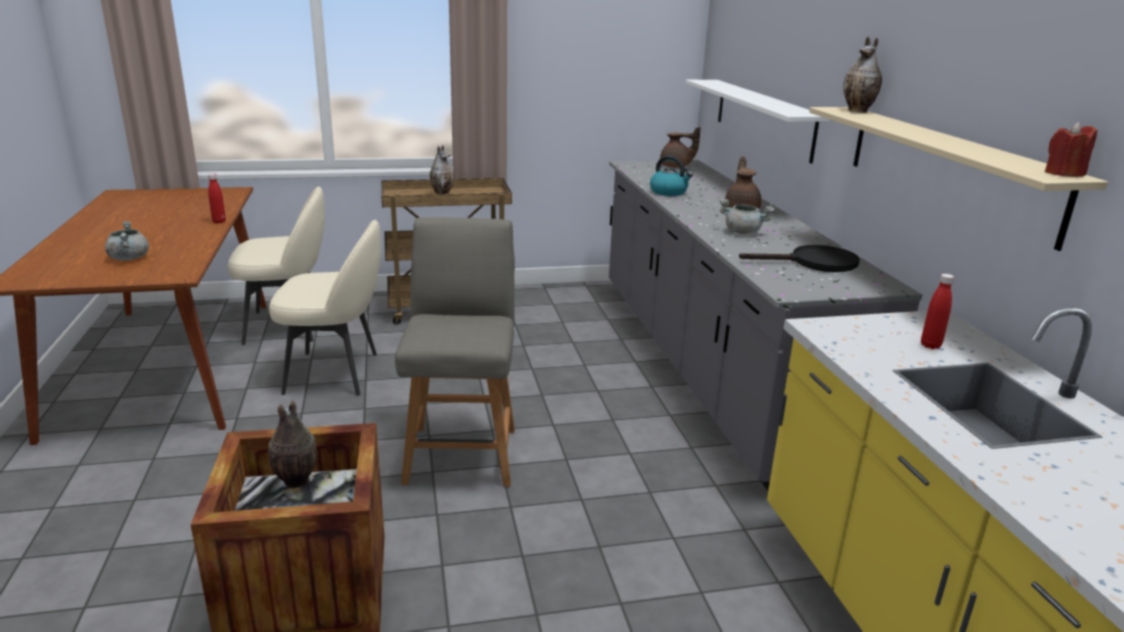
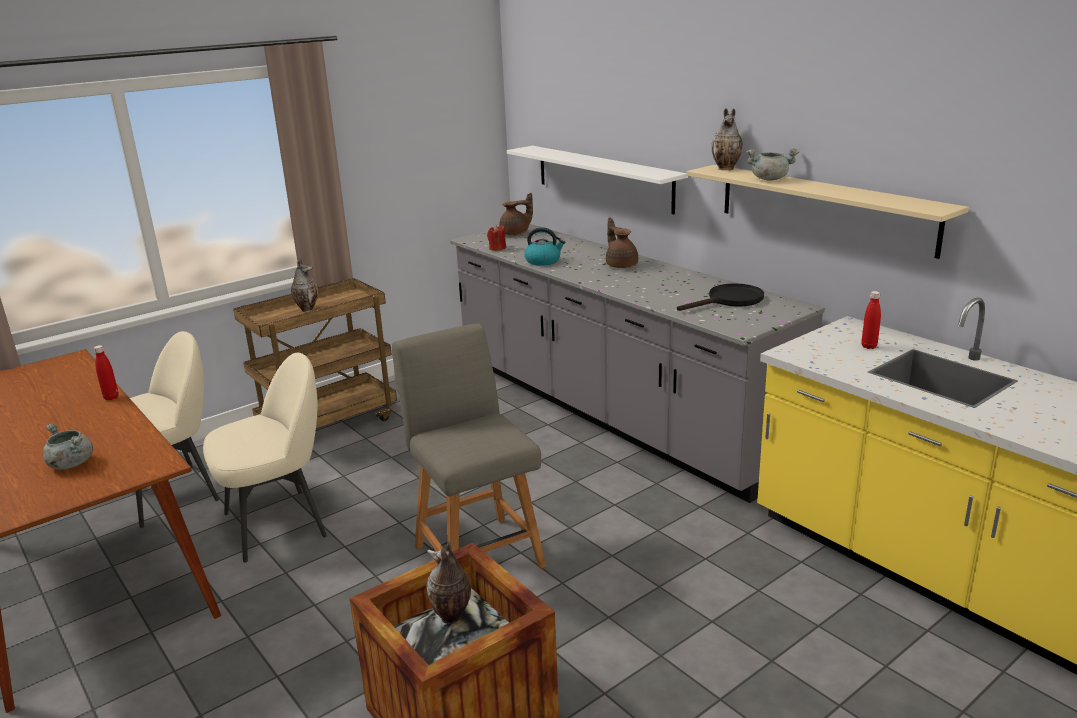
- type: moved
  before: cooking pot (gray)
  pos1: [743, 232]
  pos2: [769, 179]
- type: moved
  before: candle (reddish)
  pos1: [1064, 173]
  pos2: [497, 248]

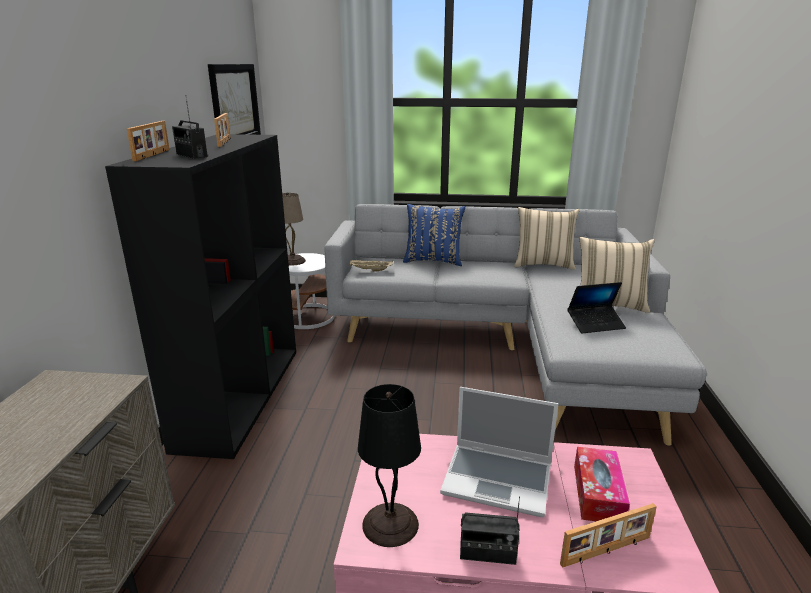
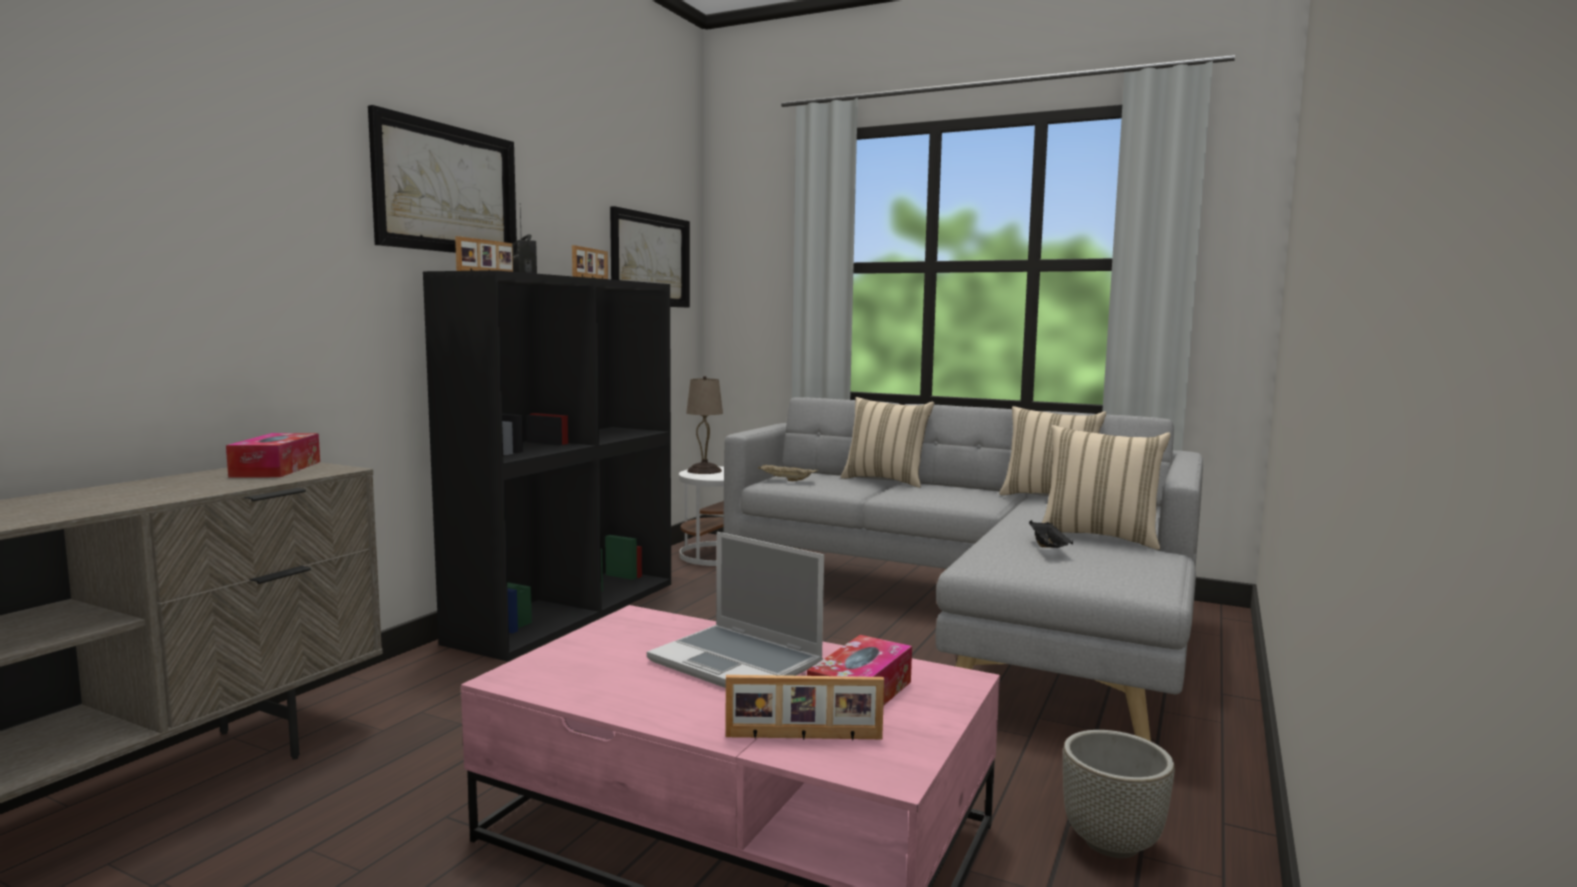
- type: removed
  before: lamp for a table (black-coloured)
  pos1: [391, 525]
- type: removed
  before: radio
  pos1: [487, 553]
- type: added
  after: box of tissues
  pos2: [276, 469]
- type: added
  after: wall picture
  pos2: [447, 189]
- type: added
  after: plant pot (gray)
  pos2: [1112, 843]
- type: replaced
  before: portable computer
  after: tray (black-coloured)
  pos1: [595, 324]
  pos2: [1049, 549]
- type: recoloured
  before: throw pillow (bluish)
  after: throw pillow (beige)
  pos1: [433, 260]
  pos2: [886, 480]

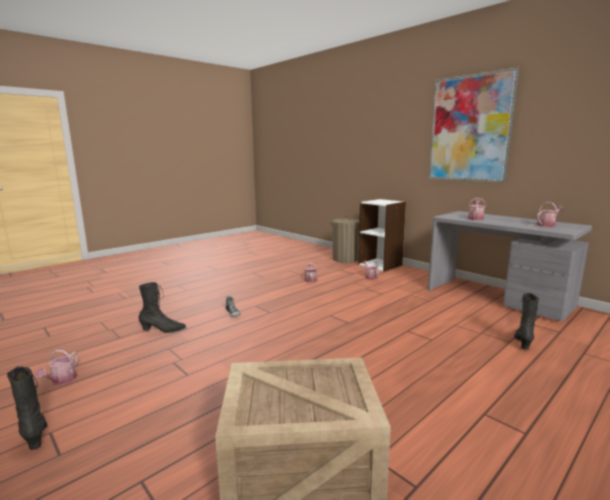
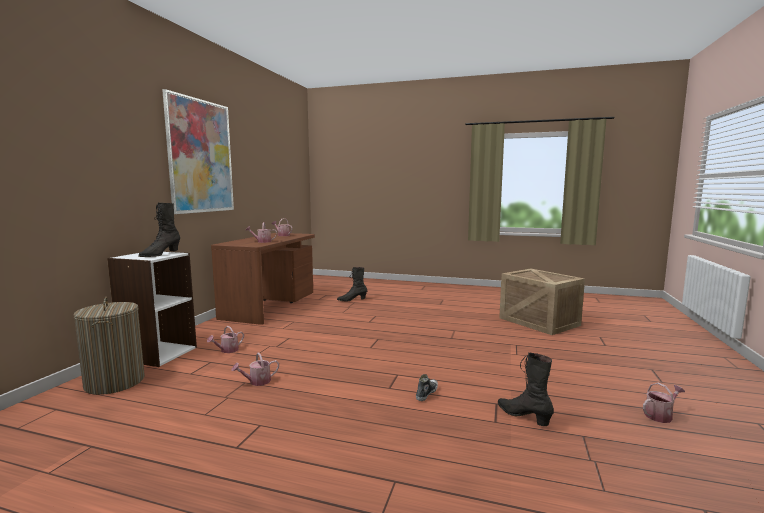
- type: moved
  before: tall boot (black-coloured)
  pos1: [35, 434]
  pos2: [160, 255]
- type: recoloured
  before: desk table (gray)
  after: desk table (brown-coloured)
  pos1: [497, 298]
  pos2: [270, 305]

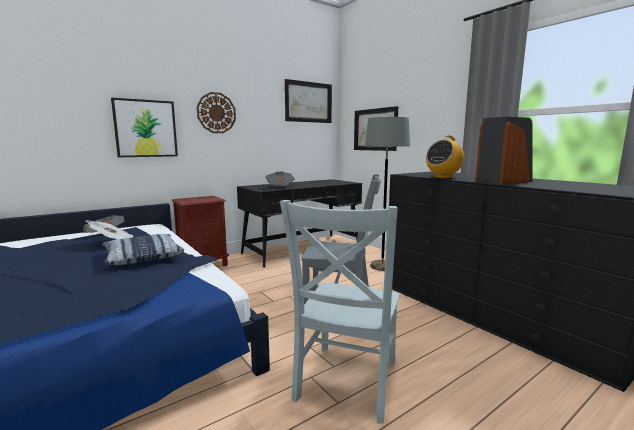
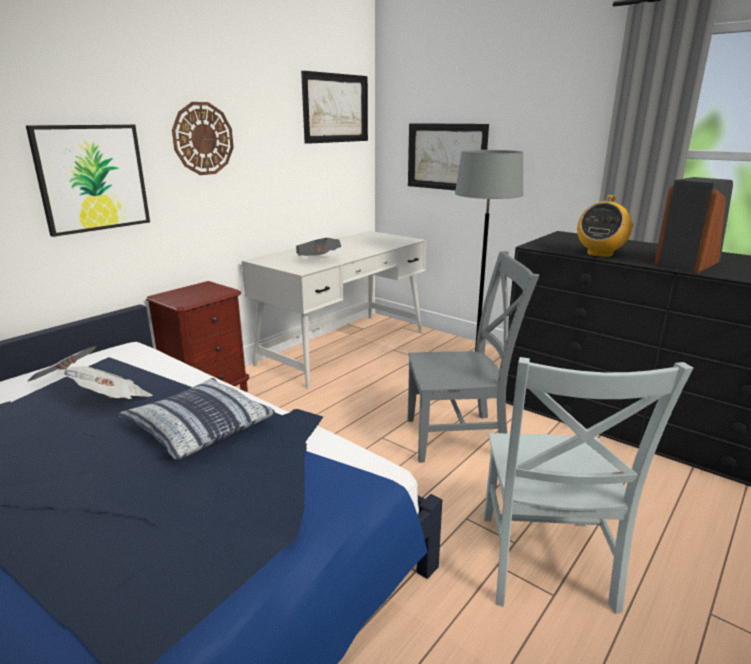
- type: recoloured
  before: desk table (black-coloured)
  after: desk table (white)
  pos1: [302, 249]
  pos2: [344, 347]

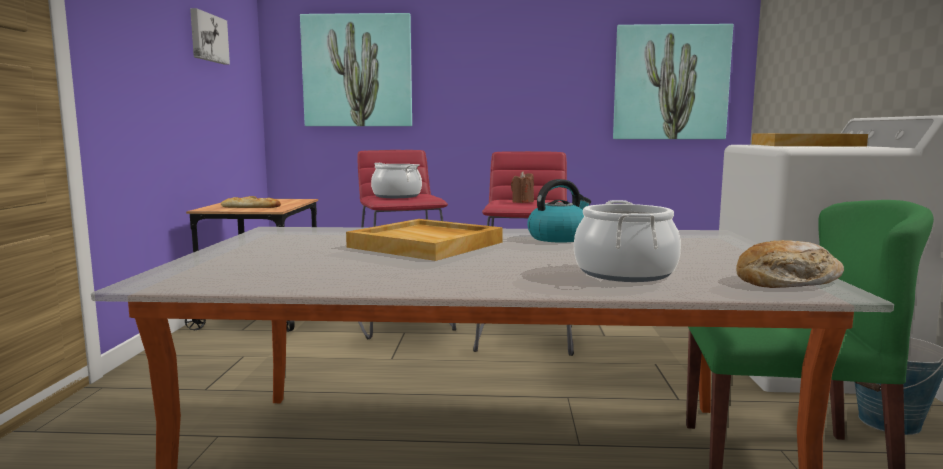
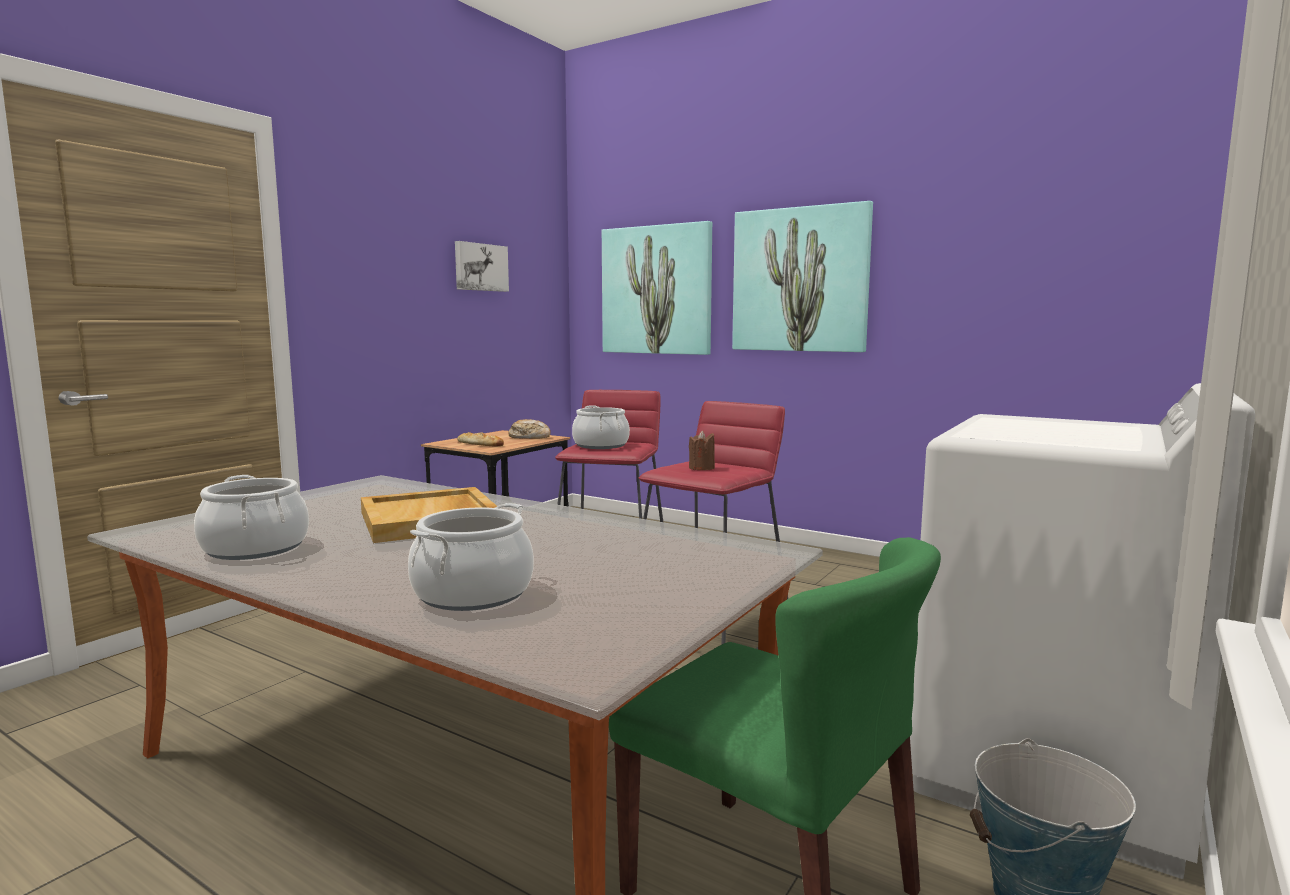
- type: removed
  before: water kettle
  pos1: [559, 238]
- type: removed
  before: tray (beige)
  pos1: [806, 145]
- type: added
  after: cooking pot
  pos2: [255, 548]
- type: moved
  before: wall picture
  pos1: [670, 83]
  pos2: [800, 280]
- type: moved
  before: baked bread
  pos1: [787, 281]
  pos2: [530, 437]

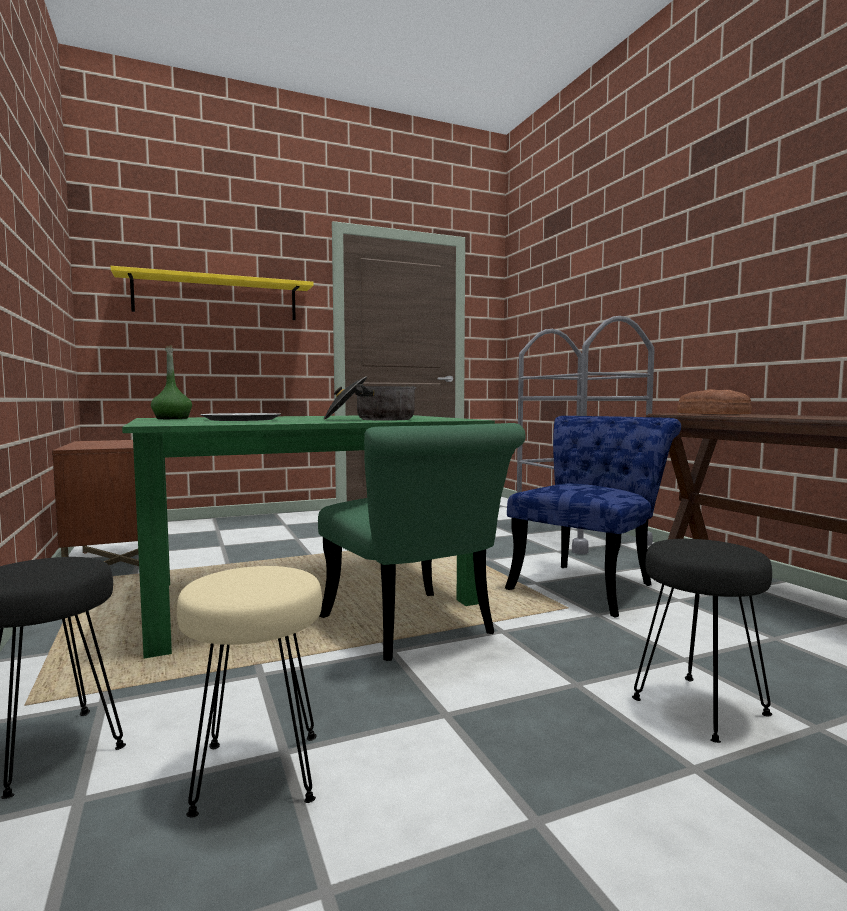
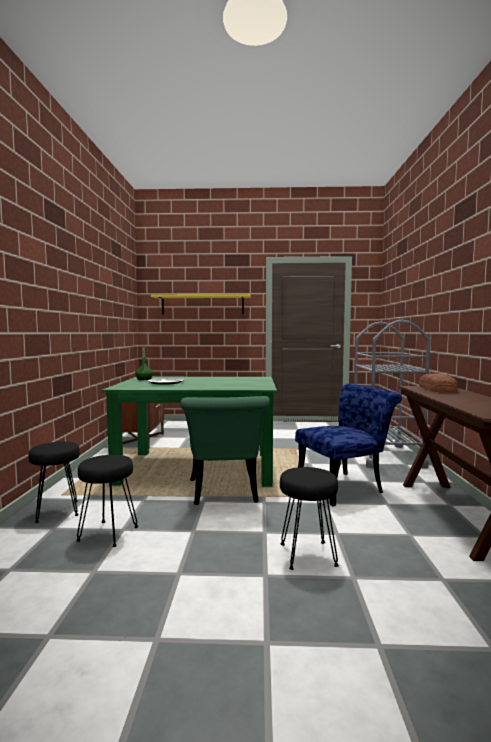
- type: removed
  before: cooking pot
  pos1: [371, 419]
- type: recoloured
  before: stool seat (beige)
  after: stool seat (black-coloured)
  pos1: [255, 772]
  pos2: [107, 533]

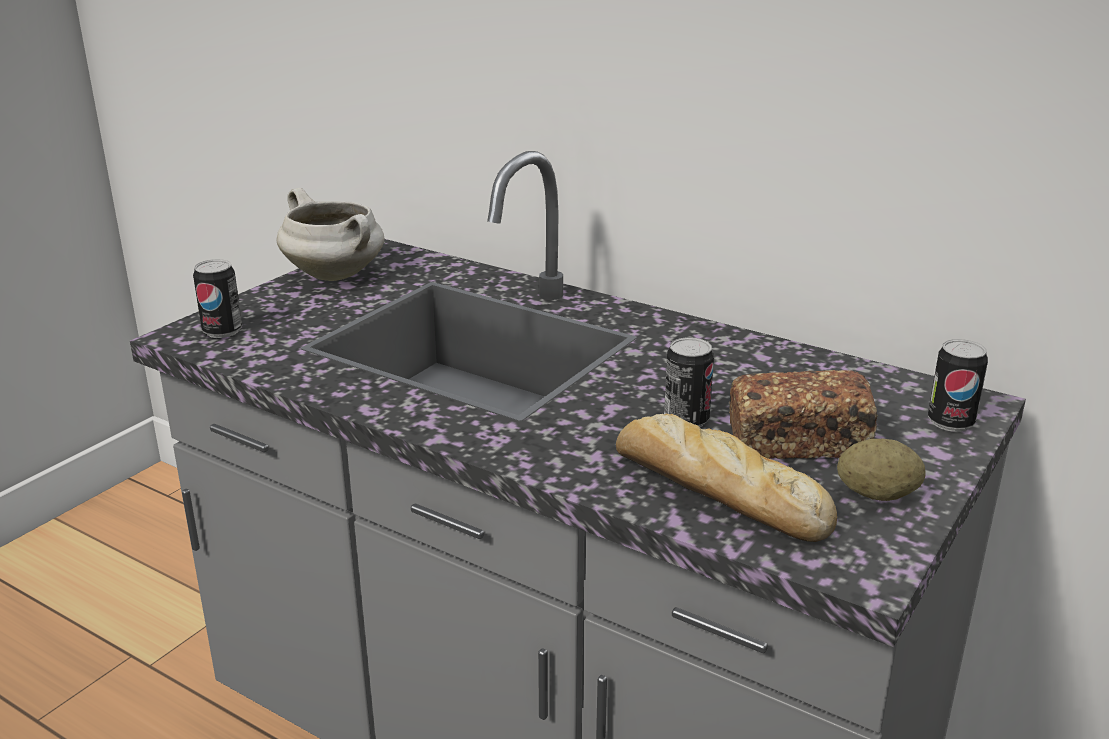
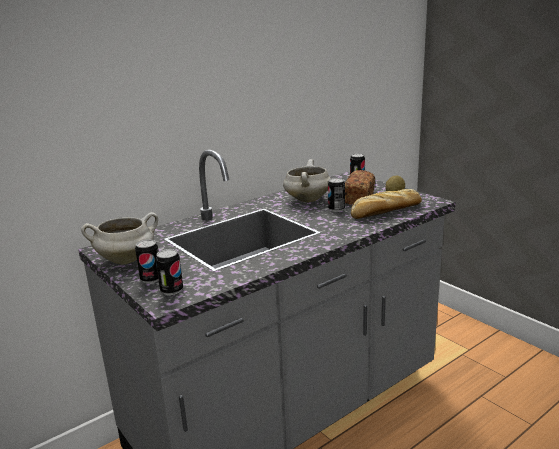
- type: added
  after: metal can
  pos2: [151, 279]
- type: added
  after: cooking pot (white)
  pos2: [307, 199]

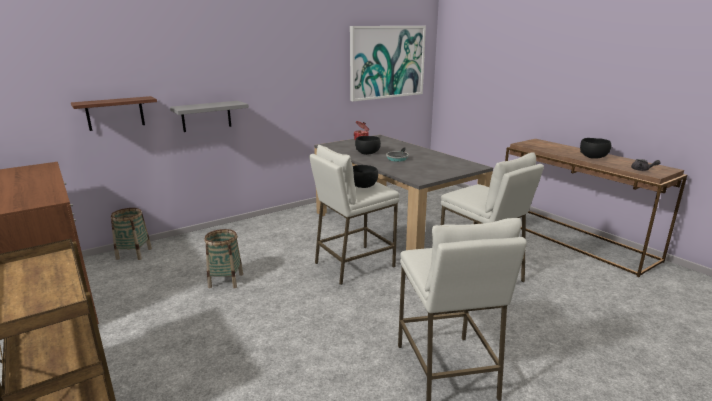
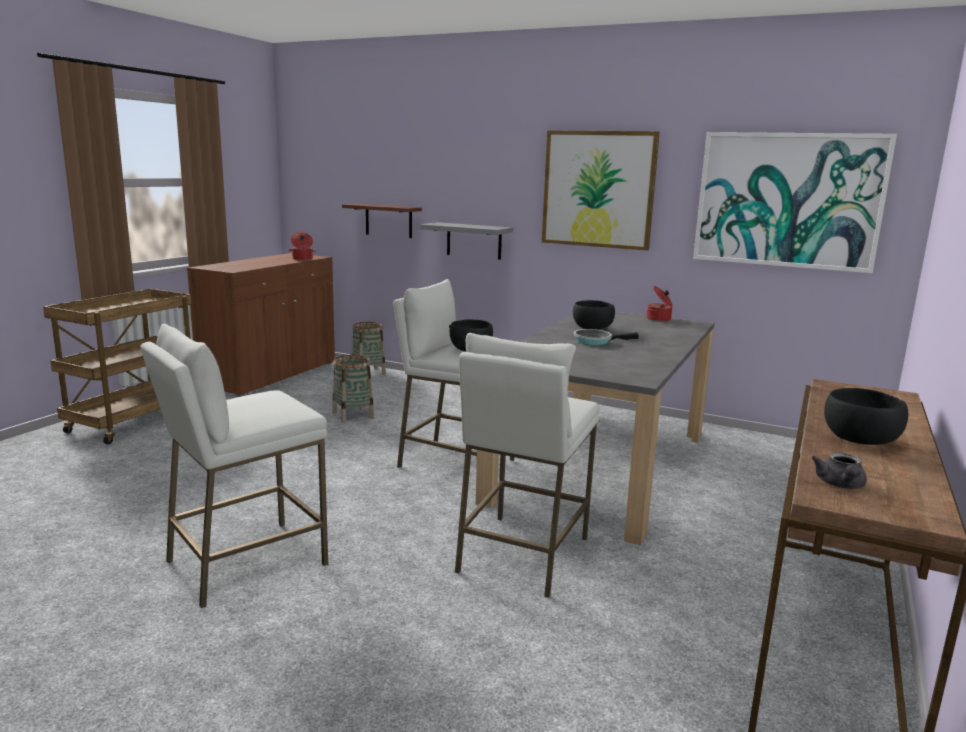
- type: added
  after: cooking pot
  pos2: [302, 259]
- type: added
  after: wall picture
  pos2: [598, 189]

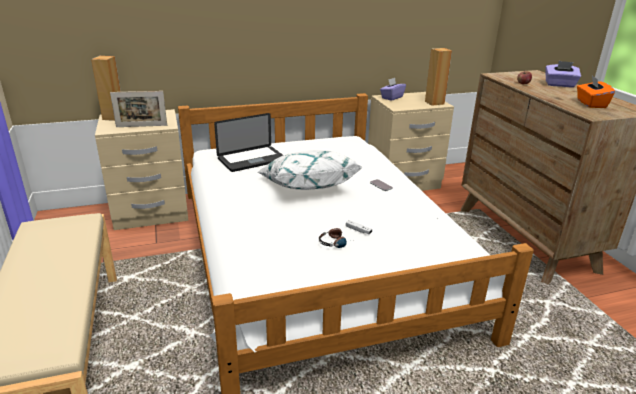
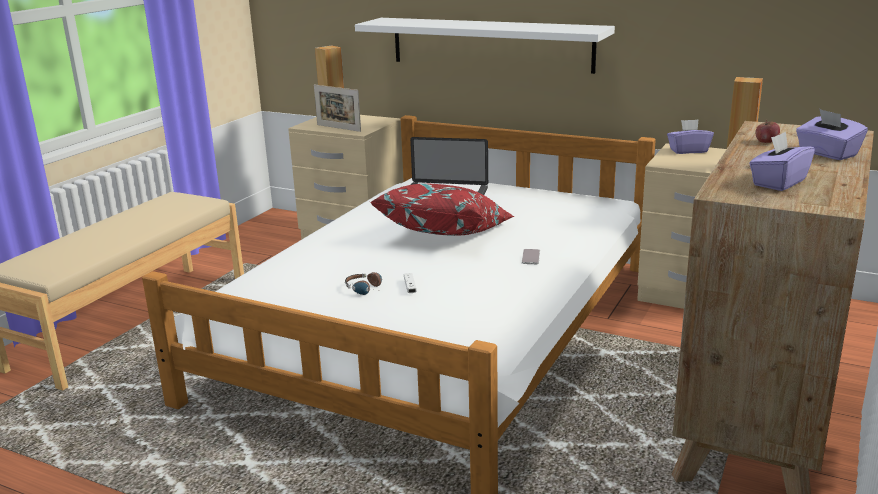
- type: added
  after: bracket shelf (white)
  pos2: [490, 44]
- type: recoloured
  before: throw pillow (white)
  after: throw pillow (reddish)
  pos1: [306, 186]
  pos2: [446, 234]
- type: recoloured
  before: box of tissues (orange)
  after: box of tissues (purplish)
  pos1: [590, 104]
  pos2: [778, 182]

